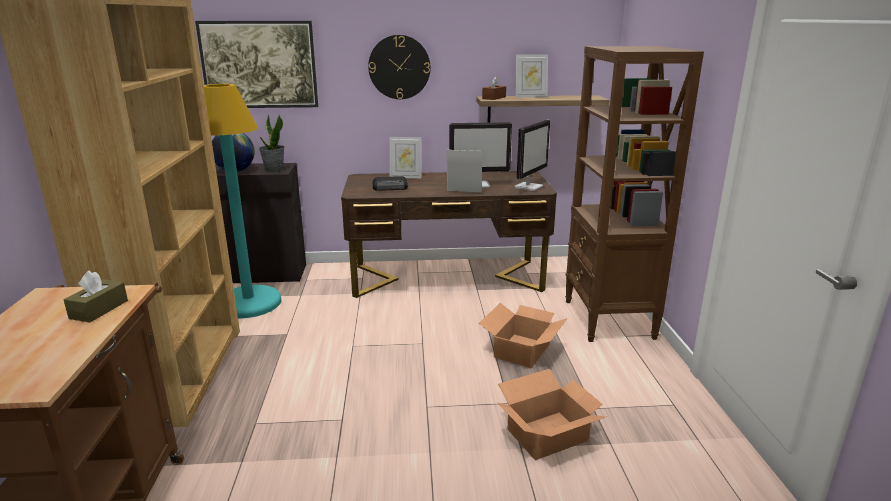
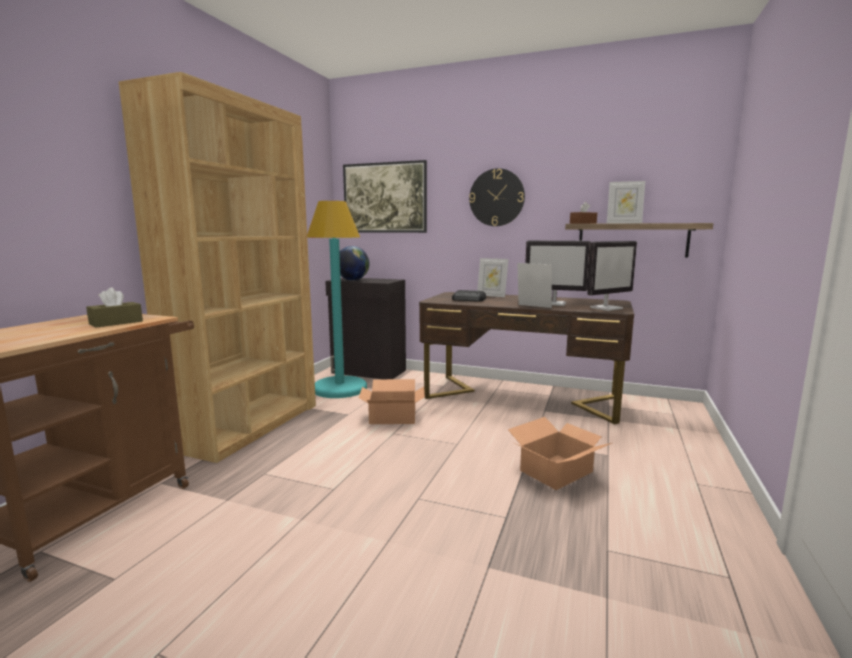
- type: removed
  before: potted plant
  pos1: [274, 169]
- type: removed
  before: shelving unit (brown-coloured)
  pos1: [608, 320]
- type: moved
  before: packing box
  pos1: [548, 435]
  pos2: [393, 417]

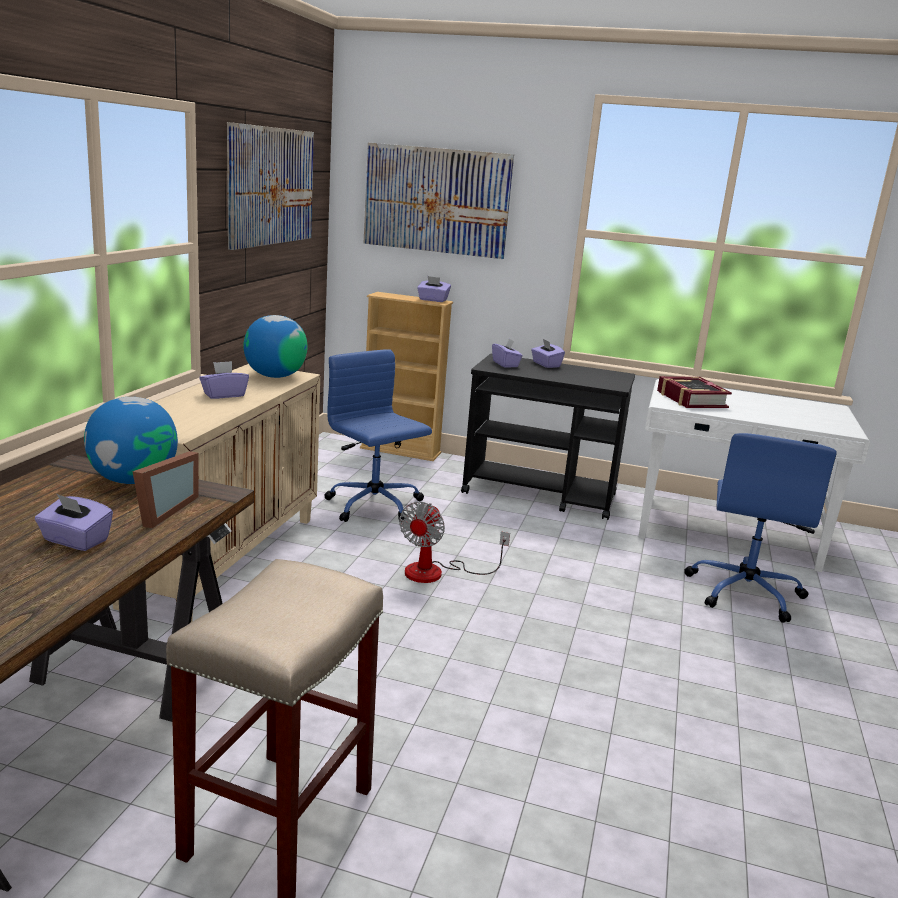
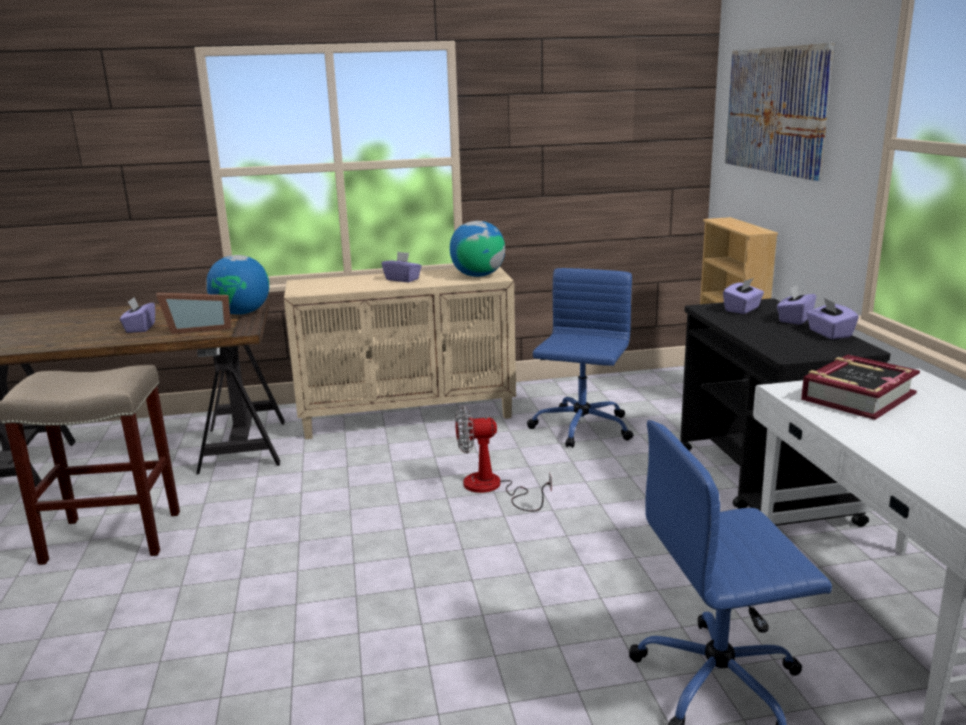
- type: removed
  before: wall picture
  pos1: [271, 186]
- type: moved
  before: box of tissues (purplish)
  pos1: [433, 300]
  pos2: [829, 333]

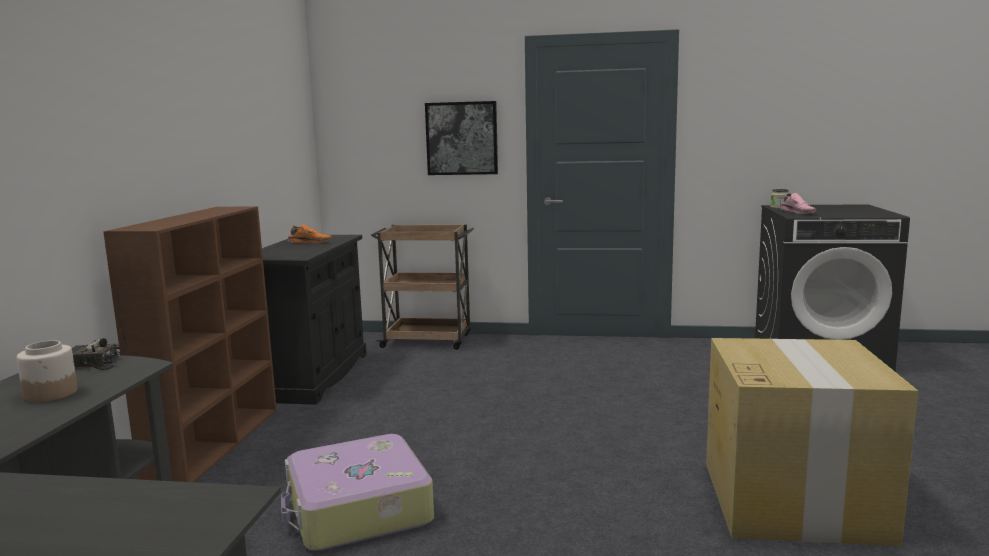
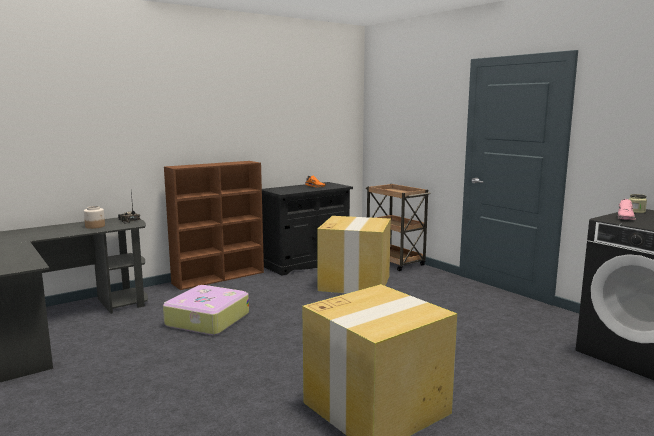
- type: removed
  before: wall picture
  pos1: [462, 138]
- type: added
  after: packing box
  pos2: [355, 282]

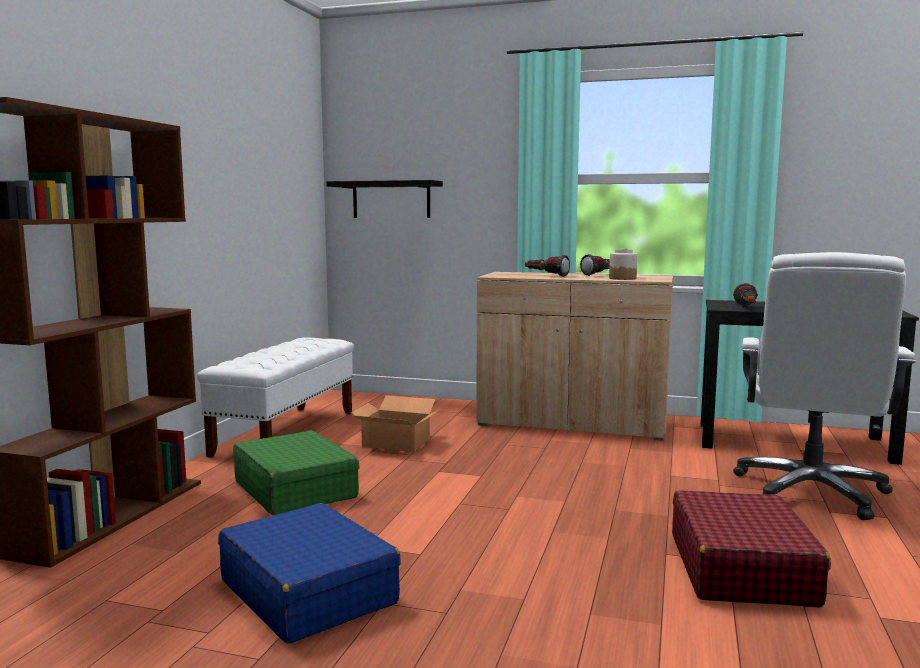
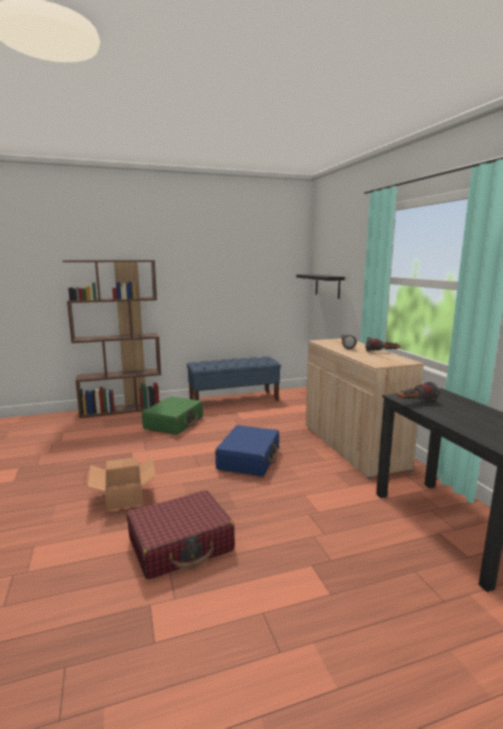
- type: removed
  before: jar
  pos1: [622, 278]
- type: removed
  before: desk chair (white)
  pos1: [811, 491]
- type: moved
  before: piece of luggage (bluish)
  pos1: [308, 592]
  pos2: [249, 459]
- type: moved
  before: packing box
  pos1: [396, 442]
  pos2: [125, 495]
- type: recoloured
  before: long seat (white)
  after: long seat (bluish)
  pos1: [286, 433]
  pos2: [234, 400]

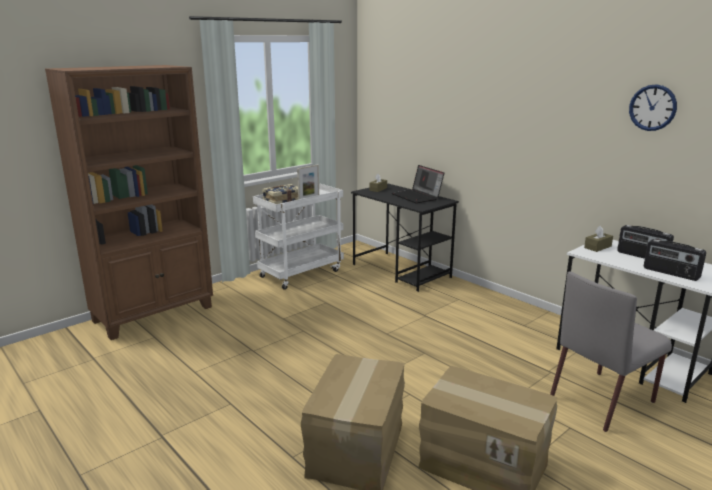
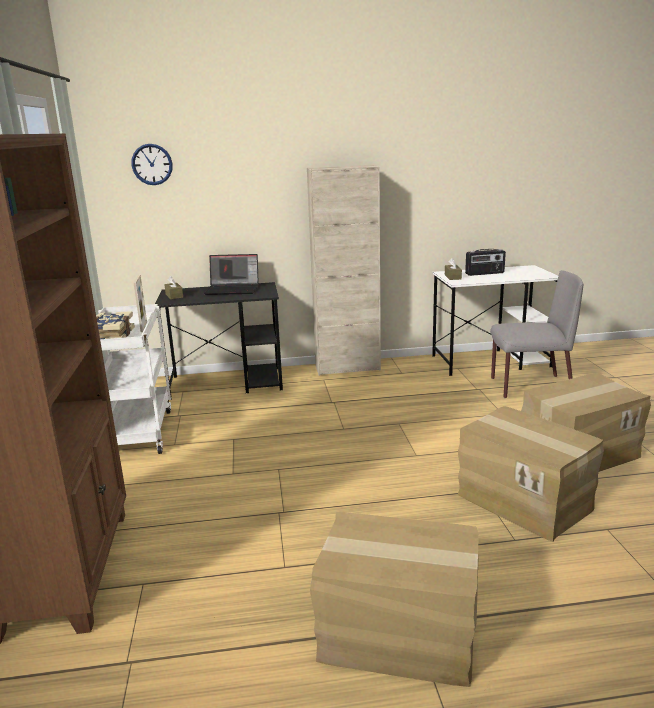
- type: removed
  before: radio
  pos1: [670, 273]
- type: added
  after: storage cabinet (beige)
  pos2: [347, 368]
- type: added
  after: packing box
  pos2: [397, 635]
- type: moved
  before: clock on the wall
  pos1: [652, 107]
  pos2: [152, 164]
- type: turned
  before: plain chair (gray)
  pos1: [602, 399]
  pos2: [529, 387]
  turn: -90

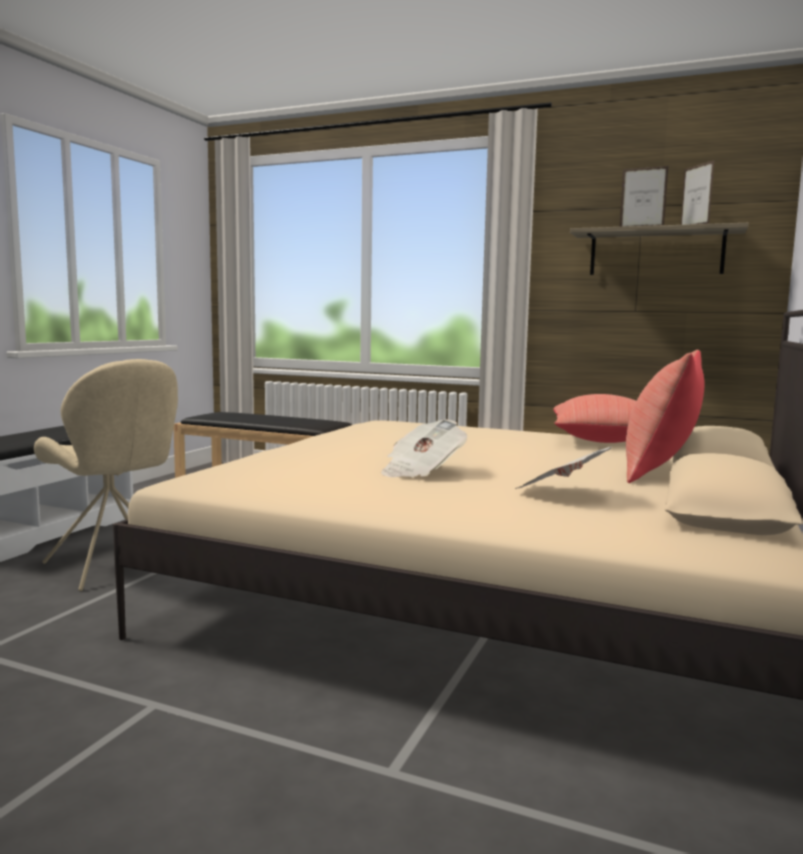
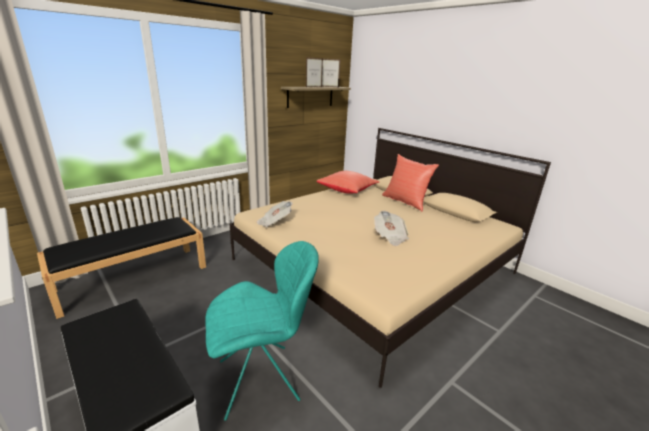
- type: moved
  before: daily paper
  pos1: [560, 494]
  pos2: [274, 222]
- type: recoloured
  before: plain chair (beige)
  after: plain chair (turquoise-coloured)
  pos1: [114, 566]
  pos2: [262, 379]

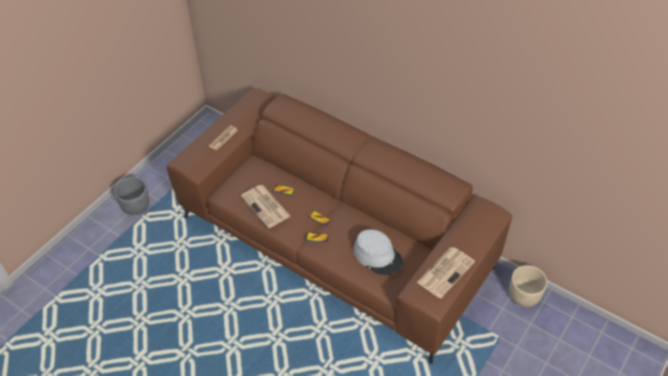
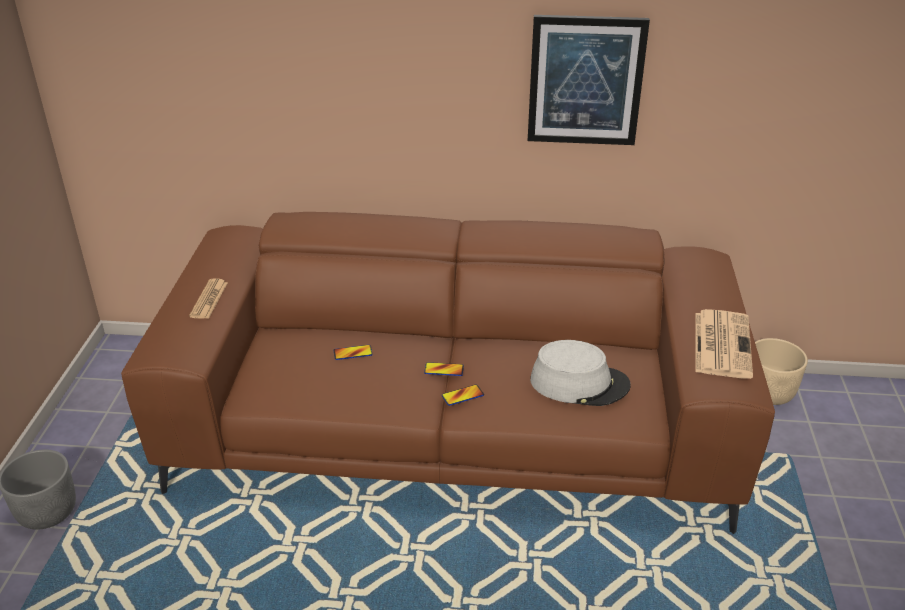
- type: removed
  before: daily paper
  pos1: [266, 206]
- type: added
  after: wall picture
  pos2: [585, 80]

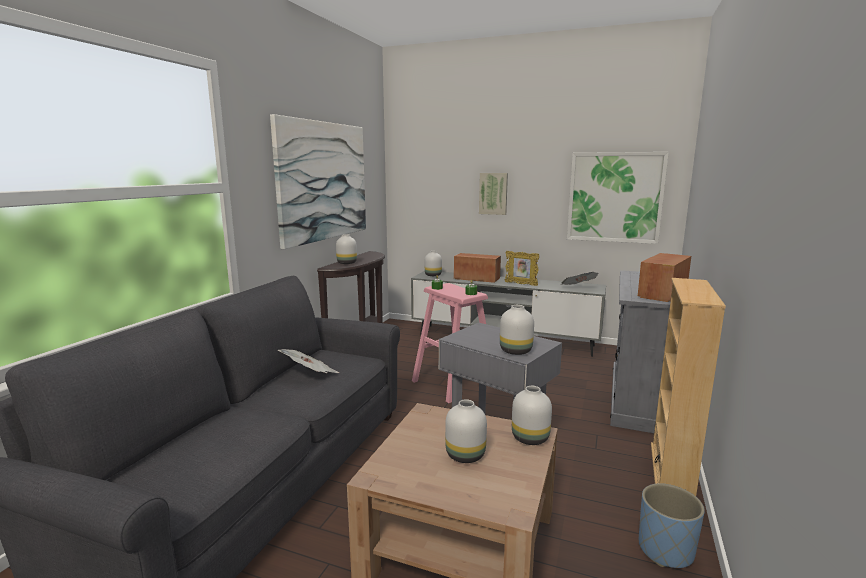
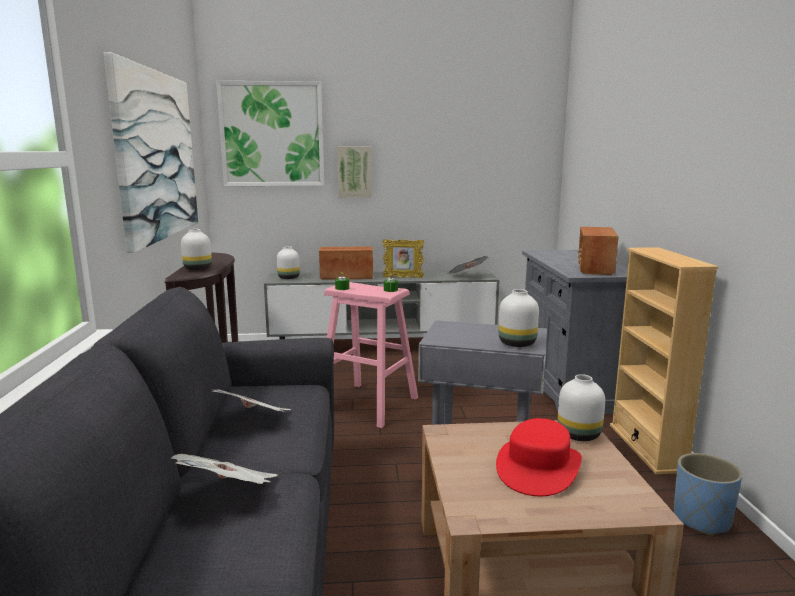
- type: added
  after: daily paper
  pos2: [230, 492]
- type: moved
  before: wall picture
  pos1: [615, 197]
  pos2: [272, 134]
- type: replaced
  before: vase (white)
  after: hat (reddish)
  pos1: [465, 454]
  pos2: [538, 467]

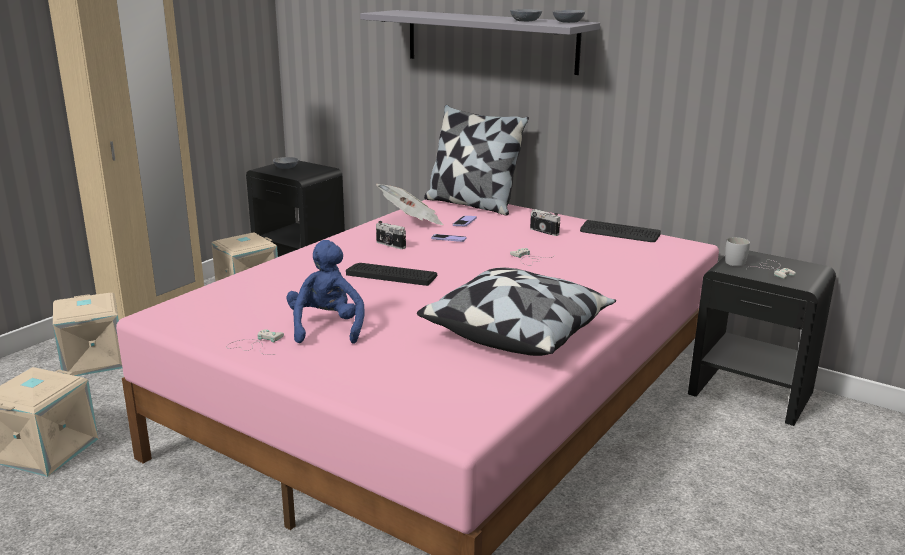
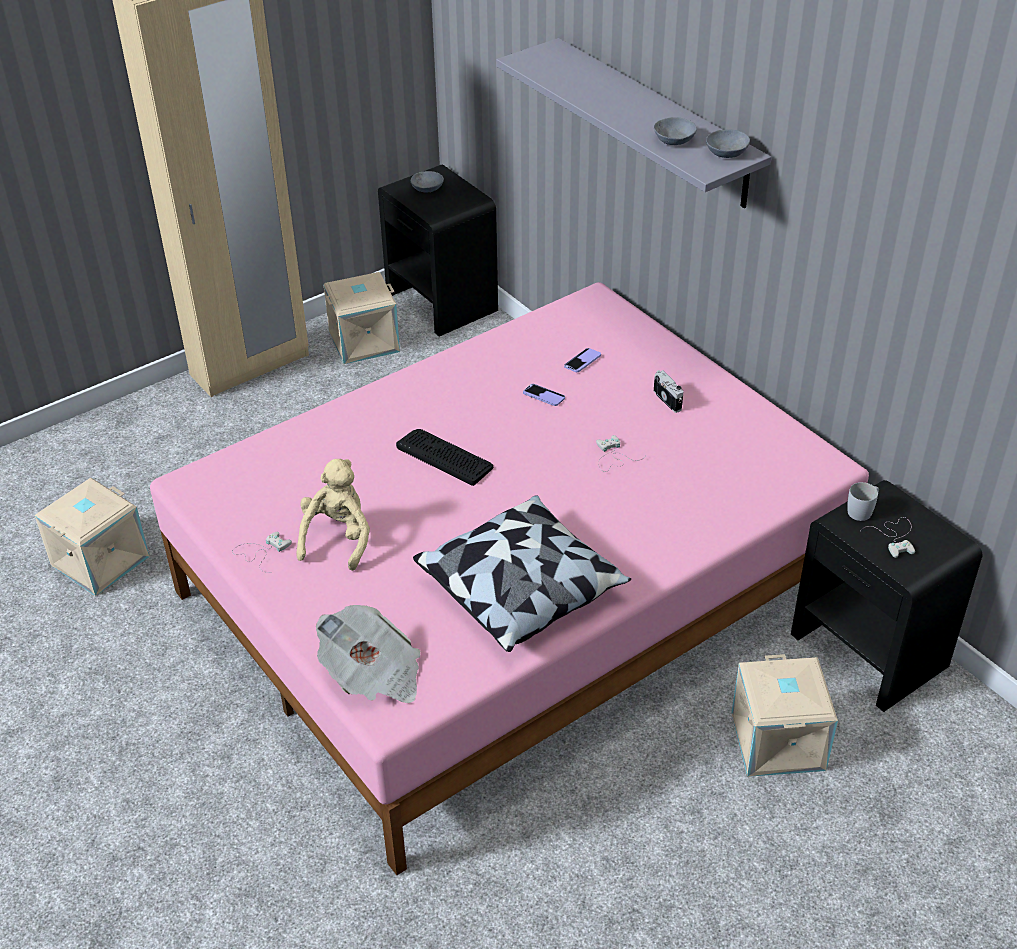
- type: removed
  before: photo camera
  pos1: [390, 245]
- type: removed
  before: throw pillow
  pos1: [472, 204]
- type: removed
  before: keyboard
  pos1: [619, 233]
- type: moved
  before: storage container (beige)
  pos1: [95, 360]
  pos2: [780, 741]
- type: moved
  before: daily paper
  pos1: [411, 222]
  pos2: [373, 675]
- type: recoloured
  before: plush toy (bluish)
  after: plush toy (beige)
  pos1: [327, 327]
  pos2: [338, 538]

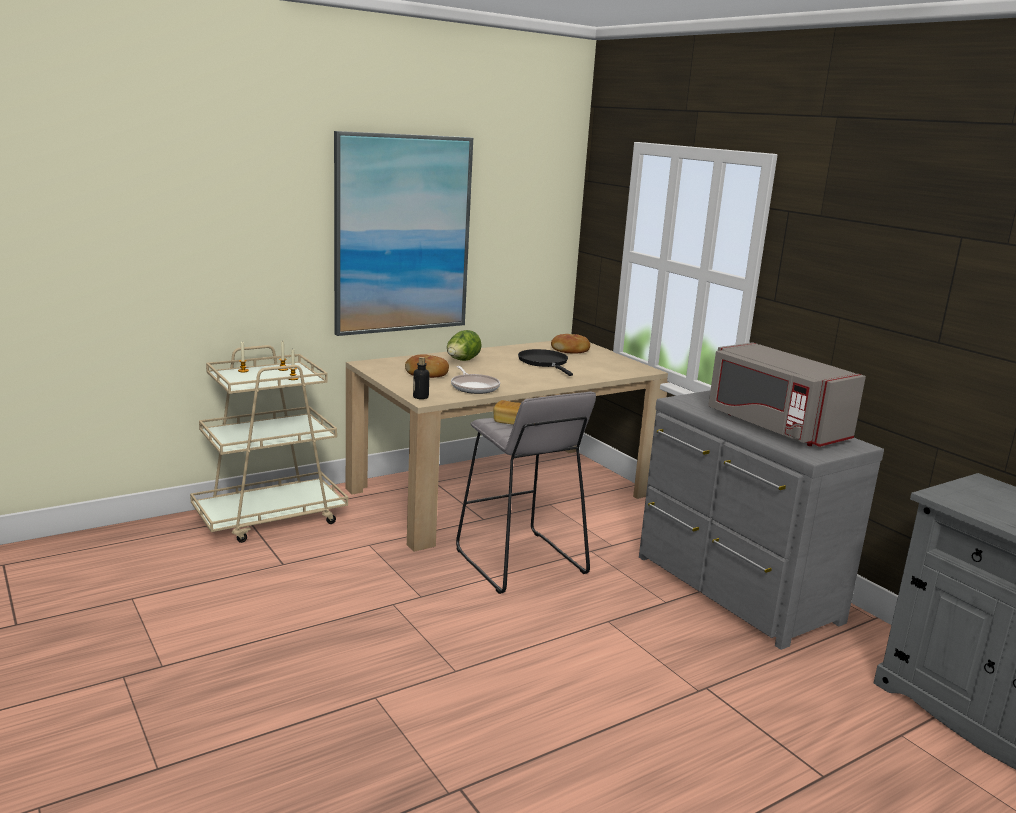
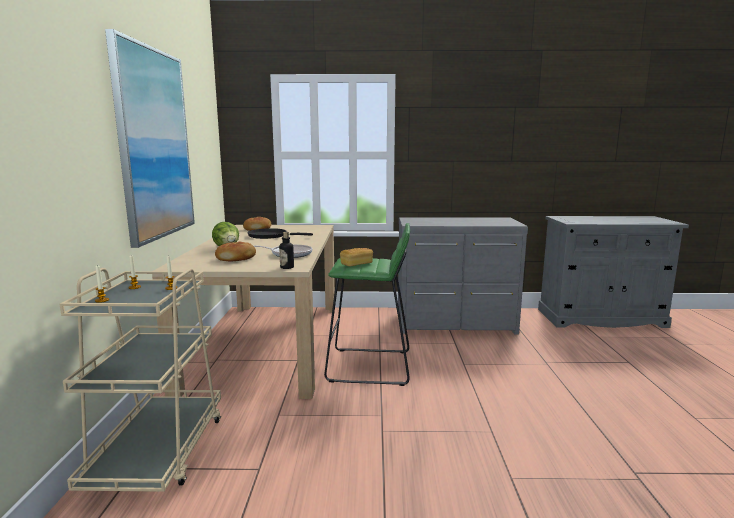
- type: removed
  before: microwave (gray)
  pos1: [774, 426]
- type: recoloured
  before: stool seat (gray)
  after: stool seat (green)
  pos1: [519, 562]
  pos2: [370, 366]

